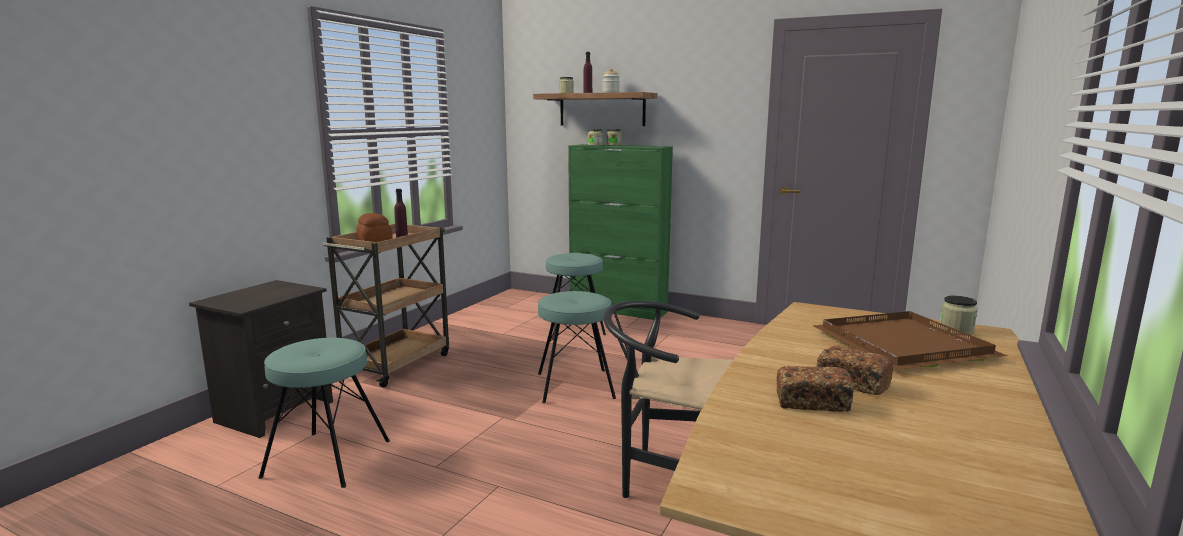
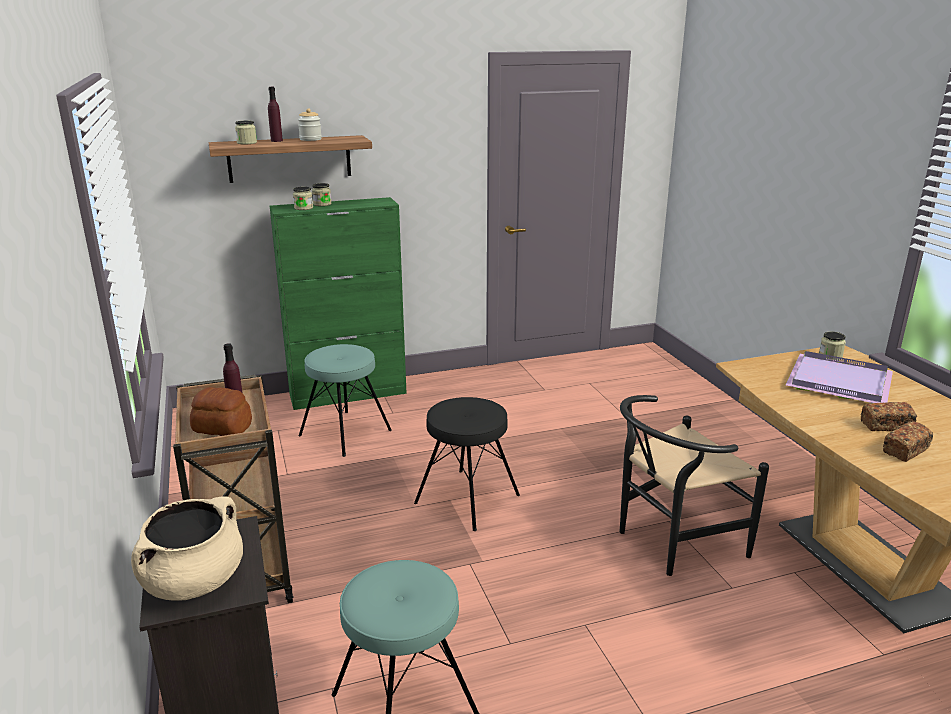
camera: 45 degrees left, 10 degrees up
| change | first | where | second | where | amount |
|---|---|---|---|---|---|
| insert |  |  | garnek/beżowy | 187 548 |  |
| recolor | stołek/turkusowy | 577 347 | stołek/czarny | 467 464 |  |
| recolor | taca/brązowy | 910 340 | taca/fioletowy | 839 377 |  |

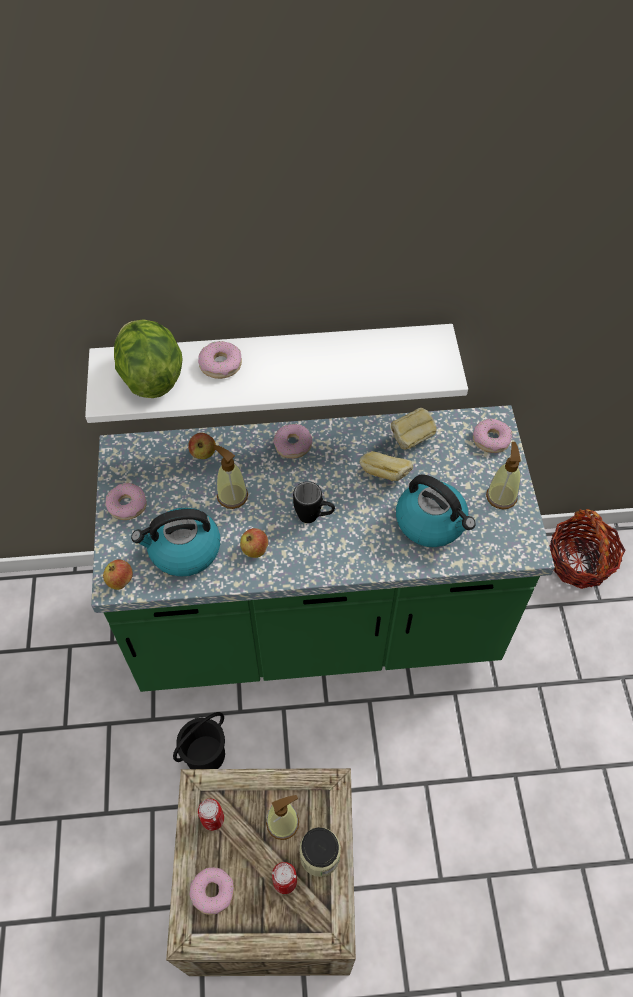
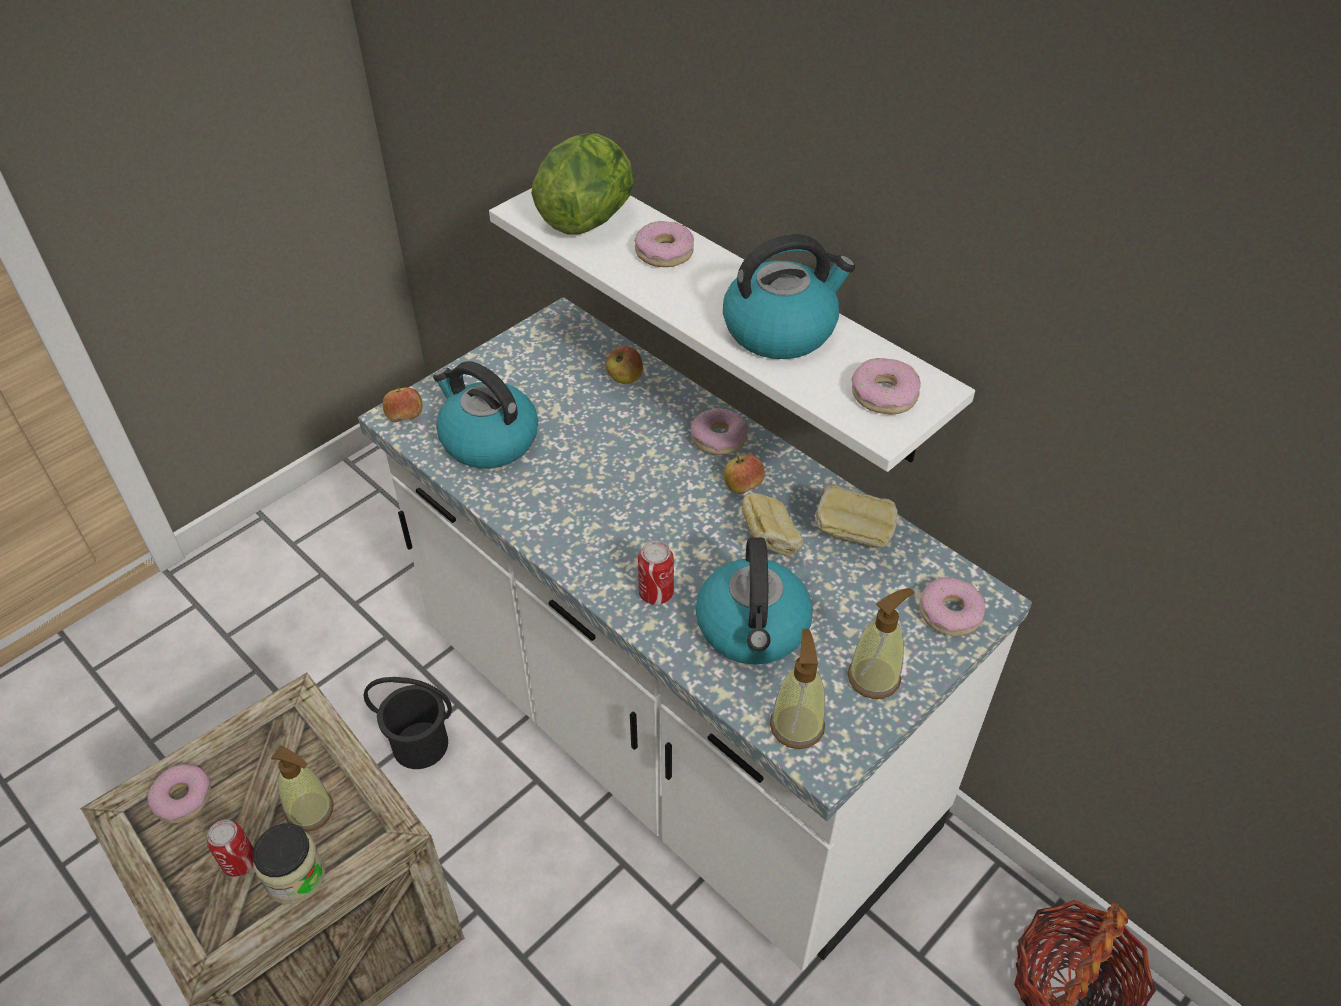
camera: 50 degrees right, 10 degrees down
| change | first | where | second | where | amount |
|---|---|---|---|---|---|
| delete | kubek/czarny | 314 502 |  |  |  |
| insert |  |  | czajnik | 789 296 |  |
| move | donut | 126 501 |  | 886 386 |  |
| move | puszka | 211 815 |  | 656 573 |  |
| move | dozownik mydła | 230 477 |  | 797 689 |  |
| move | jabłko | 254 543 |  | 744 474 |  |
| recolor | zabudowa kuchenna/zielony | 323 548 | zabudowa kuchenna/biały | 695 634 |  |

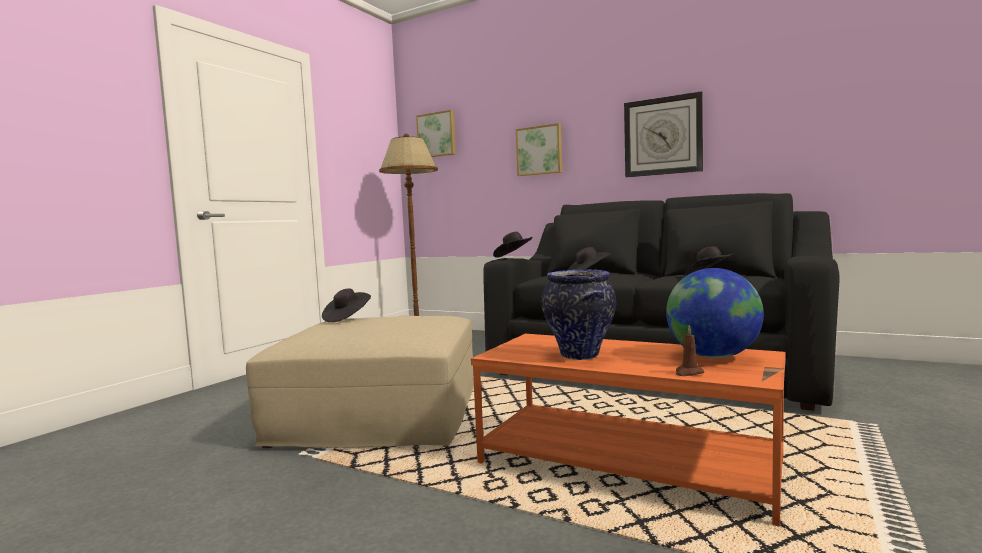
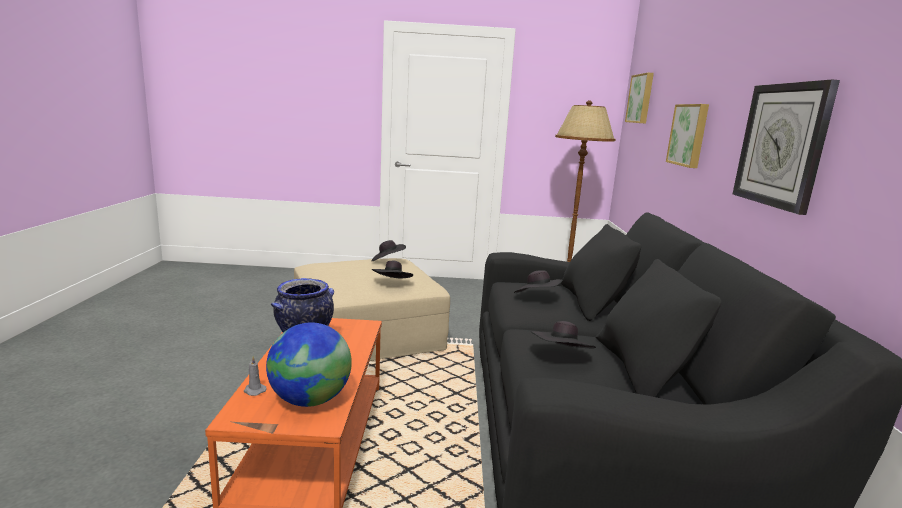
camera: 60 degrees right, 10 degrees up
| change | first | where | second | where | amount |
|---|---|---|---|---|---|
| move | kapelusz/czarny | 512 245 |  | 392 269 |  |
| recolor | świeca/brązowy | 690 350 | świeca/szary | 255 376 |  |

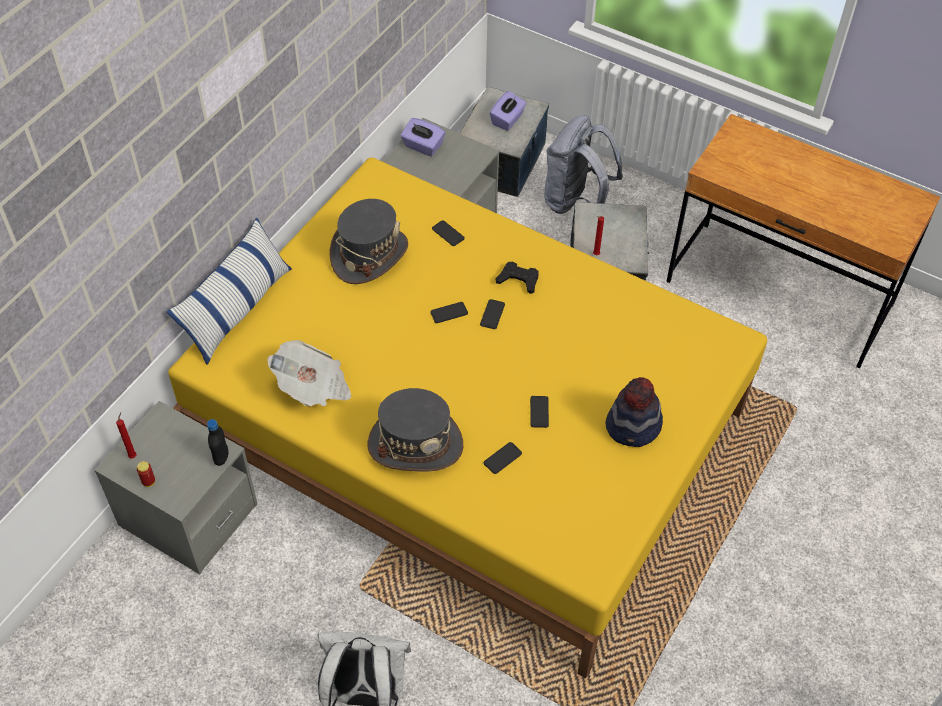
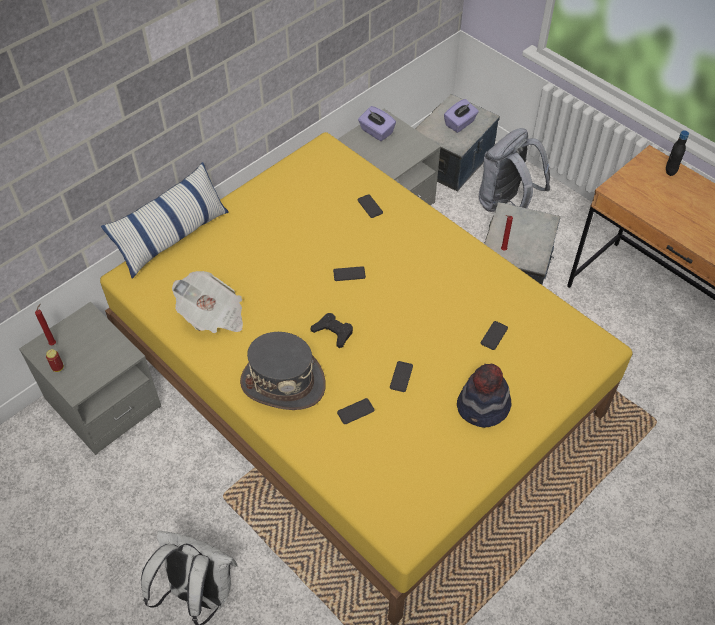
camera: 15 degrees right, 0 degrees up
| change | first | where | second | where | amount |
|---|---|---|---|---|---|
| delete | kapelusz/szary | 369 241 |  |  |  |
| move | butelka/czarny | 218 442 |  | 677 153 |  |
| move | telefon | 492 314 |  | 494 335 |  |
| move | pad do gier/czarny | 517 278 |  | 332 330 |  |

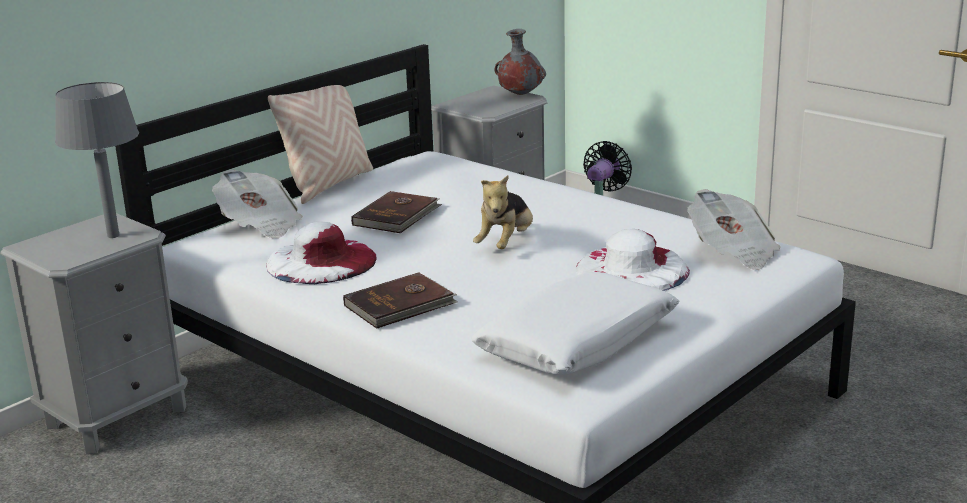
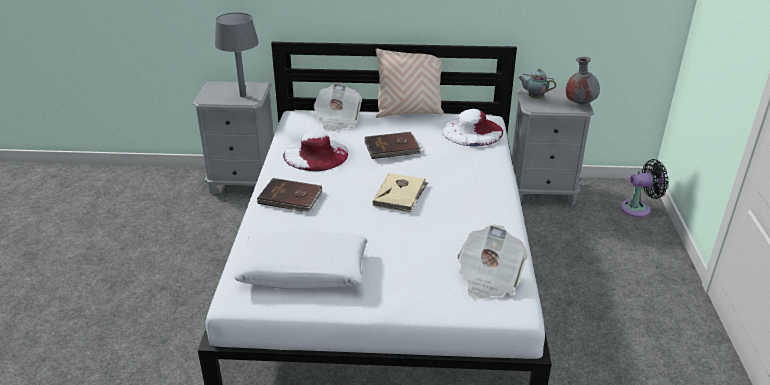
camera: 50 degrees right, 10 degrees up
| change | first | where | second | where | amount |
|---|---|---|---|---|---|
| insert |  |  | imbryk | 537 83 |  |
| move | kapelusz/biały | 633 260 |  | 472 128 |  |
| replace | pluszak | 503 212 | książka/beżowy | 400 193 |  |

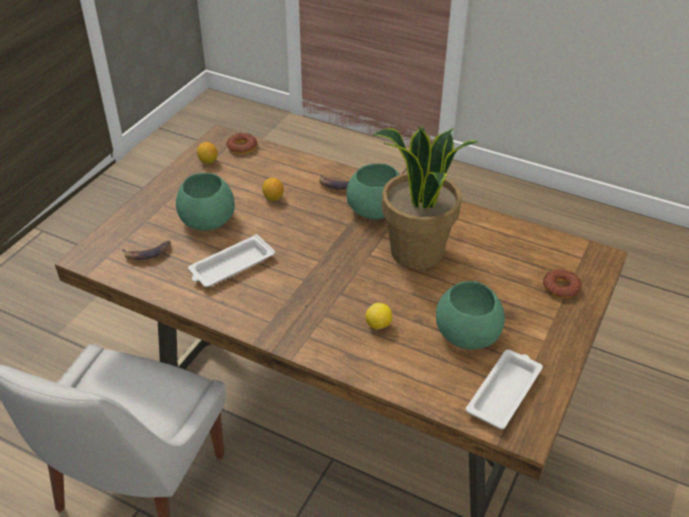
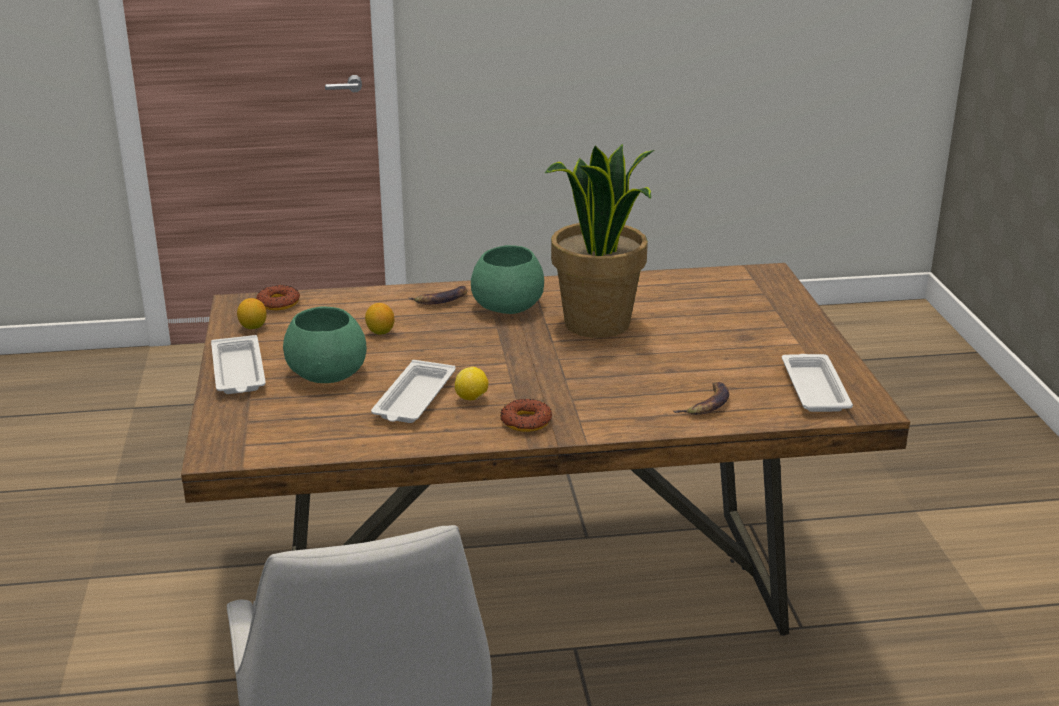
camera: 35 degrees left, 15 degrees down
| change | first | where | second | where | amount |
|---|---|---|---|---|---|
| delete | miska/zielony | 470 315 |  |  |  |
| insert |  |  | taca/biały | 238 364 |  |
| move | banan | 146 250 |  | 701 398 |  |
| move | cytryna | 378 316 |  | 471 384 |  |
| move | donut | 562 283 |  | 526 415 |  |

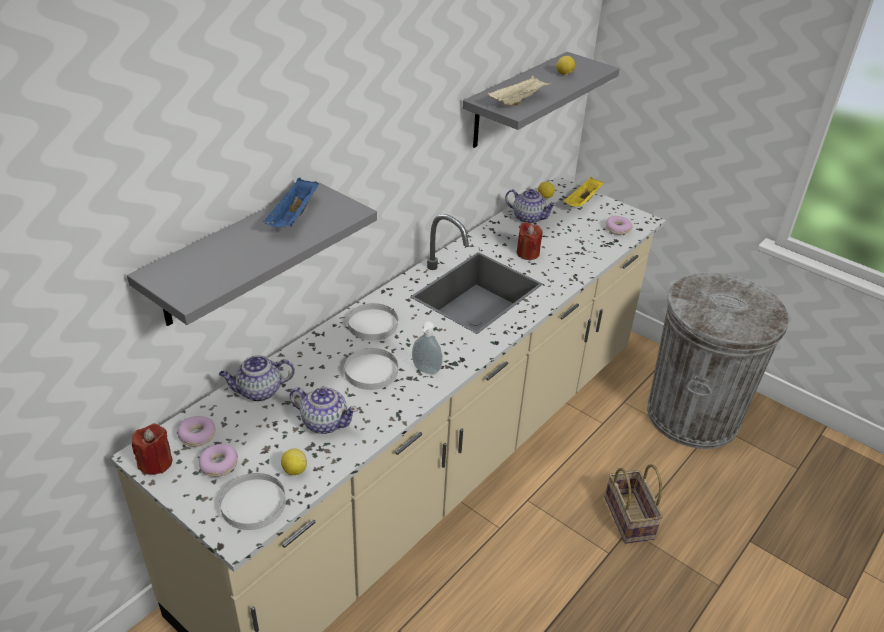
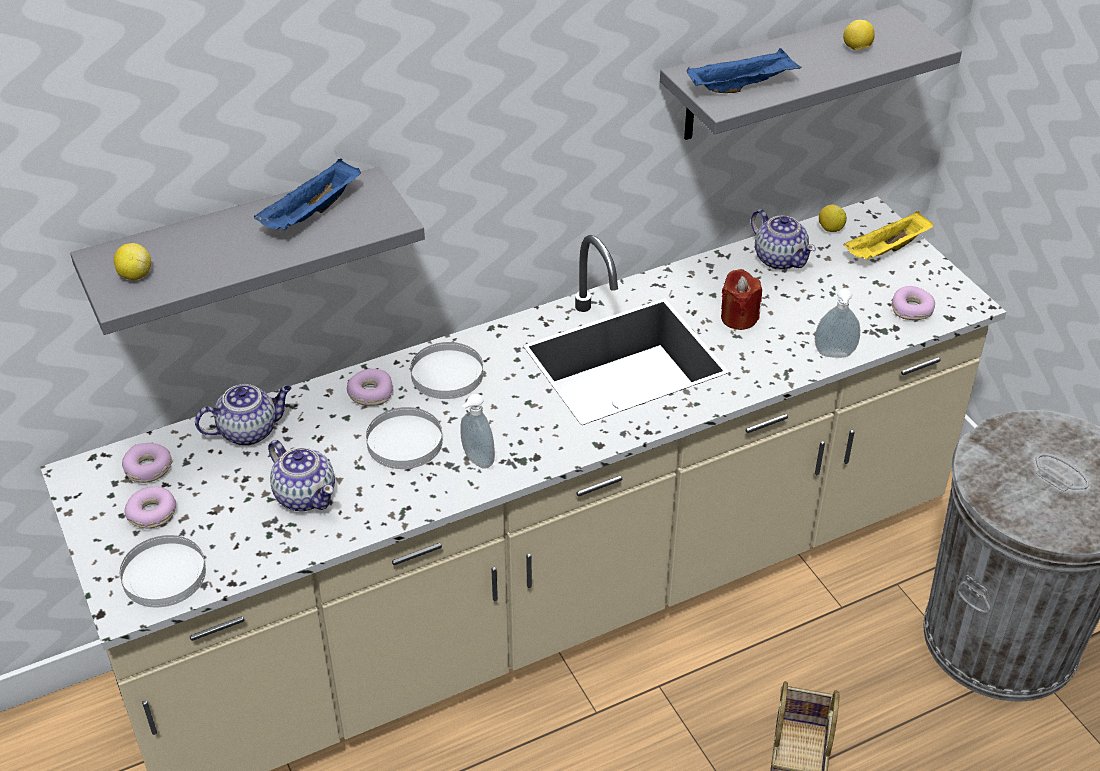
camera: 25 degrees right, 5 degrees up
| change | first | where | second | where | amount |
|---|---|---|---|---|---|
| delete | świeca/czerwony | 152 449 |  |  |  |
| insert |  |  | donut | 370 387 |  |
| insert |  |  | dozownik mydła | 837 323 |  |
| move | cytryna | 294 462 |  | 132 261 |  |
| recolor | taca/beżowy | 520 91 | taca/niebieski | 744 70 |  |
| rotate | imbryk | 257 378 |  | 243 415 | 150 degrees clockwise |

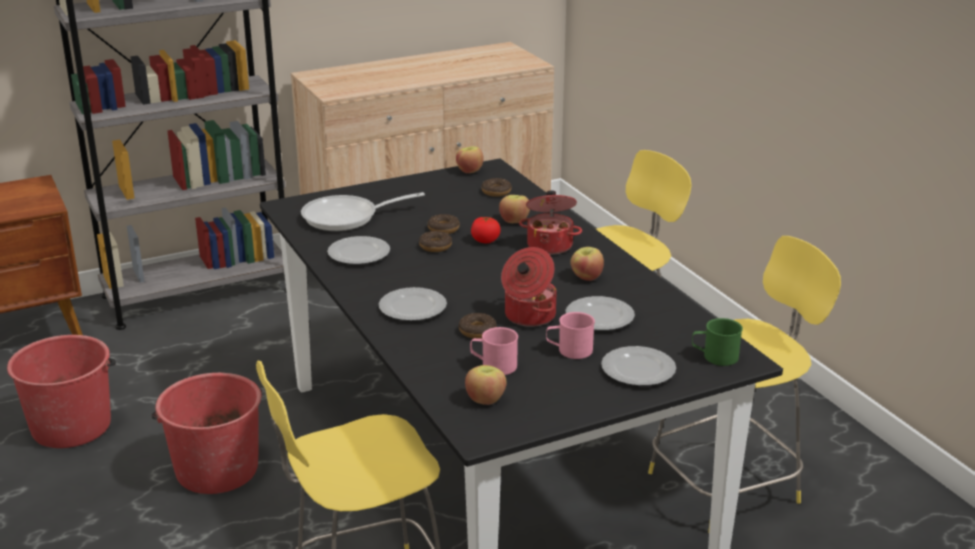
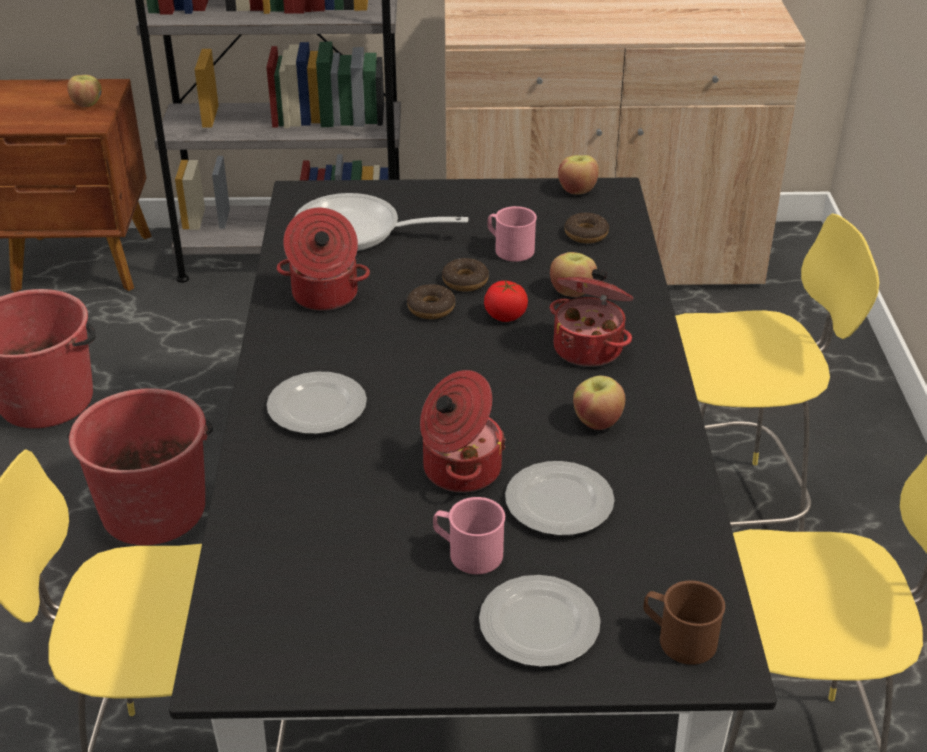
camera: 25 degrees right, 10 degrees up
| change | first | where | second | where | amount |
|---|---|---|---|---|---|
| delete | donut | 478 326 |  |  |  |
| move | jabłko | 486 385 |  | 84 91 |  |
| move | kubek/różowy | 494 351 |  | 512 234 |  |
| replace | talerz | 358 250 | garnek | 323 259 |  |
| recolor | kubek/zielony | 717 342 | kubek/brązowy | 684 622 |  |

